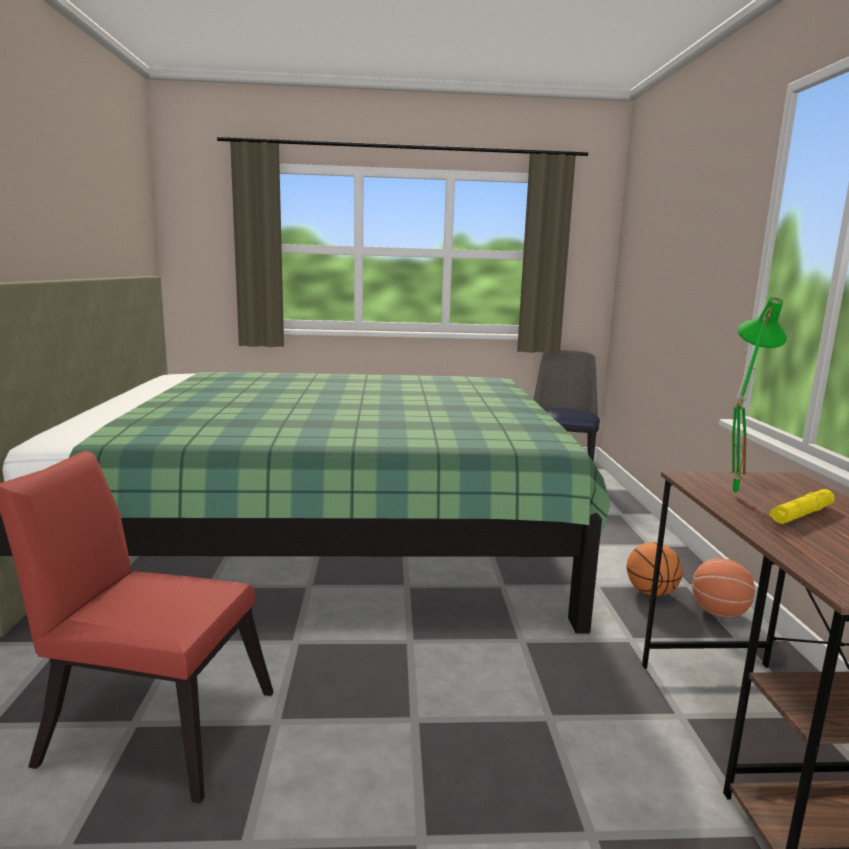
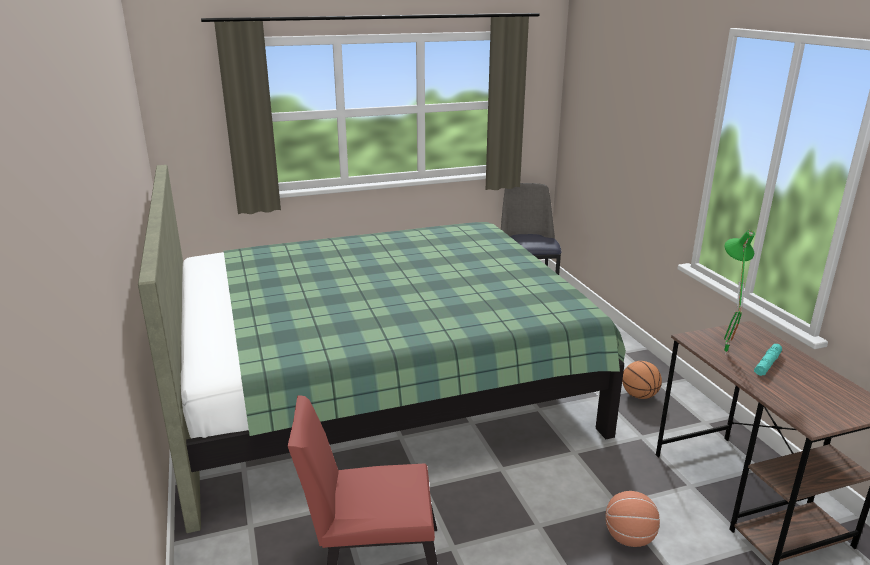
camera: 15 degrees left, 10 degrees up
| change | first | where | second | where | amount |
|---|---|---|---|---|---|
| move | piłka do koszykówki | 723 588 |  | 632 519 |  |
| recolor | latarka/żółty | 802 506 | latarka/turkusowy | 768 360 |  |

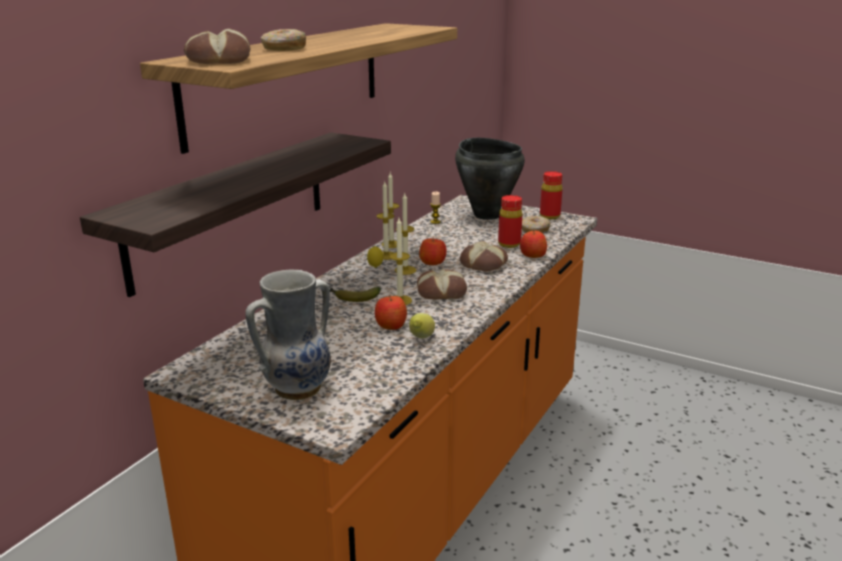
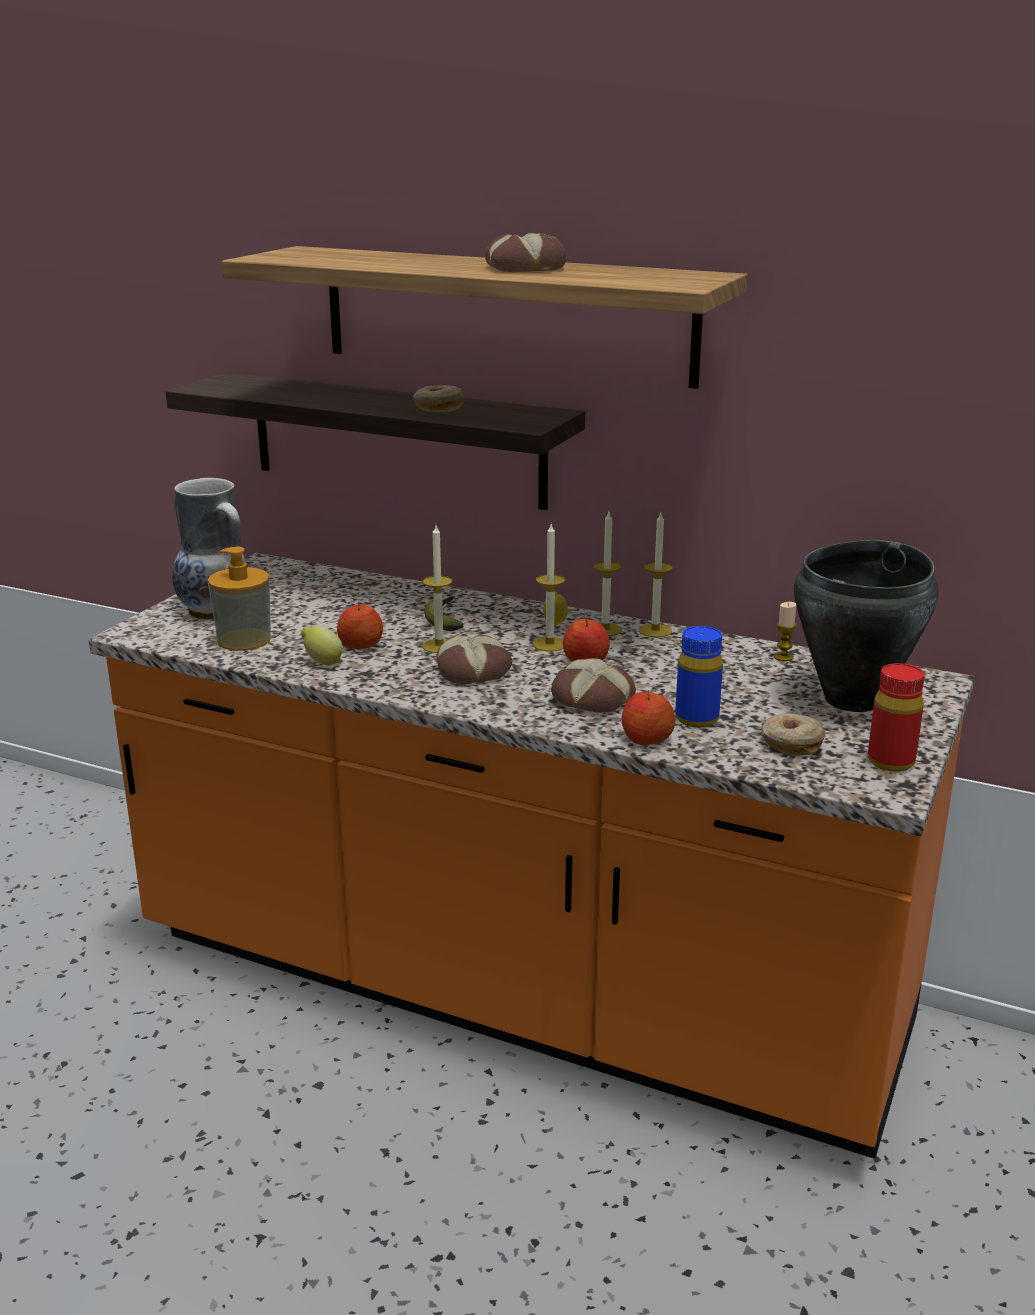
camera: 85 degrees right, 0 degrees up
| change | first | where | second | where | amount |
|---|---|---|---|---|---|
| insert |  |  | dozownik mydła | 239 598 |  |
| move | chleb | 217 46 |  | 525 252 |  |
| move | donut | 283 40 |  | 438 398 |  |
| recolor | butelka/czerwony | 510 221 | butelka/niebieski | 699 677 |  |

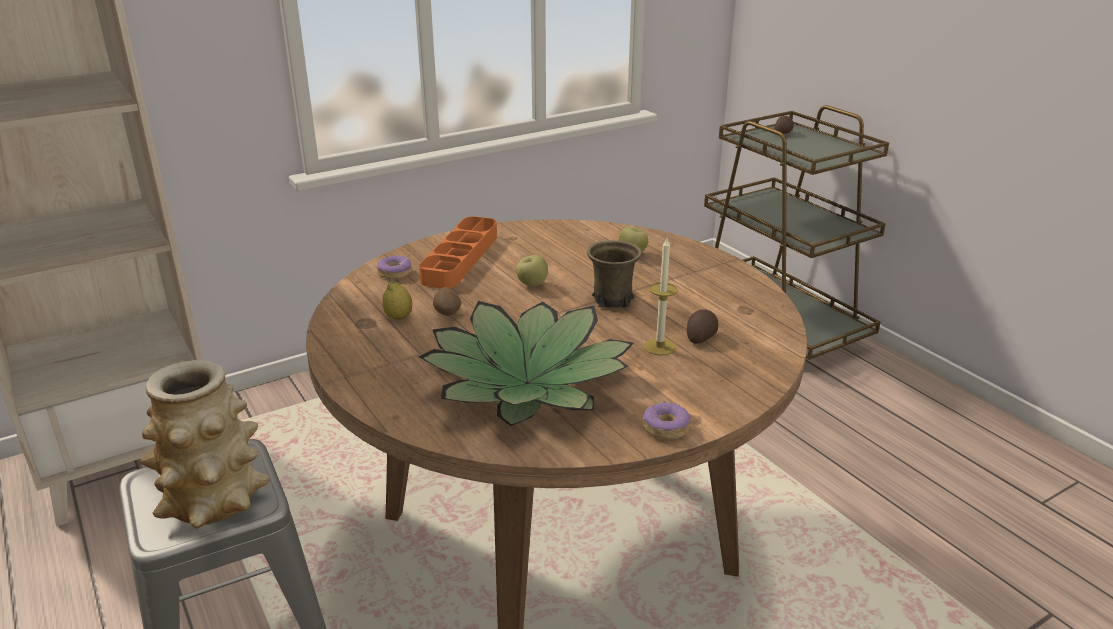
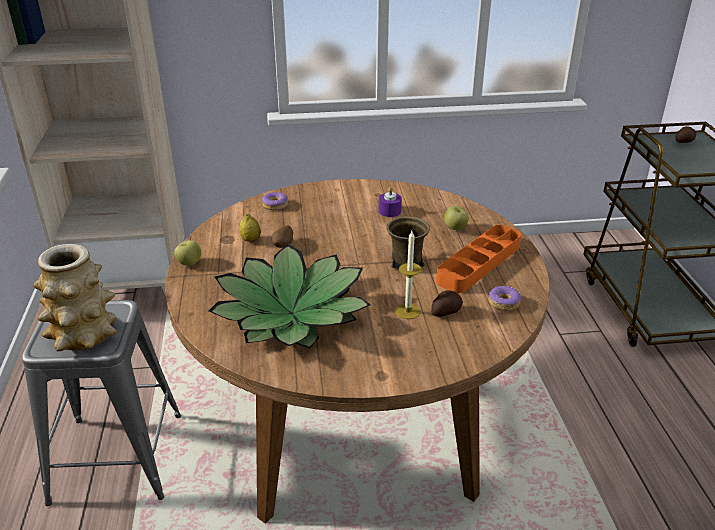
camera: 25 degrees right, 5 degrees up
| change | first | where | second | where | amount |
|---|---|---|---|---|---|
| insert |  |  | świeca/fioletowy | 390 202 |  |
| move | taca/pomarańczowy | 458 252 |  | 478 259 |  |
| move | jabłko | 532 270 |  | 187 253 |  |
| move | donut | 666 420 |  | 505 298 |  |

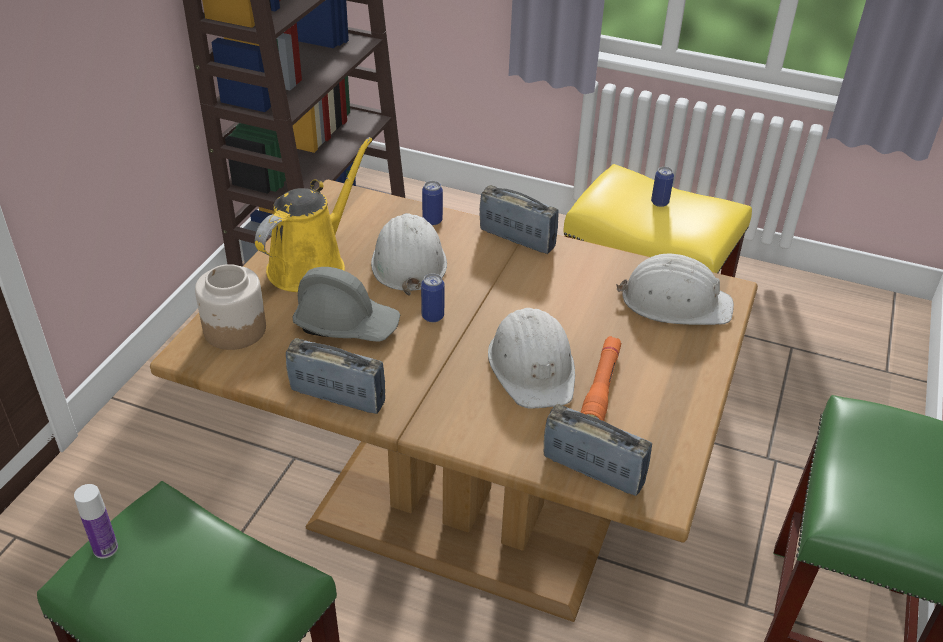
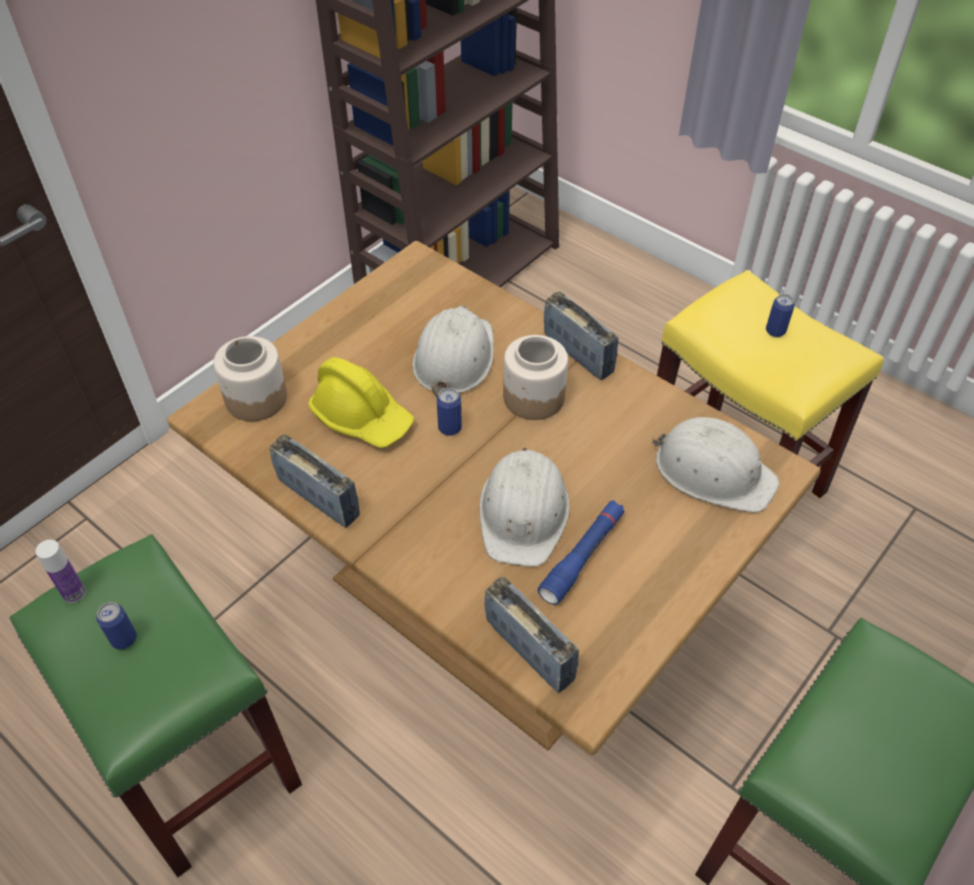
camera: 20 degrees right, 10 degrees up
| change | first | where | second | where | amount |
|---|---|---|---|---|---|
| delete | konewka/żółty | 313 214 |  |  |  |
| insert |  |  | słoik | 535 377 |  |
| move | puszka | 432 203 |  | 116 625 |  |
| recolor | kask/szary | 346 304 | kask/żółty | 361 402 |  |
| recolor | latarka/pomarańczowy | 601 378 | latarka/niebieski | 581 552 |  |

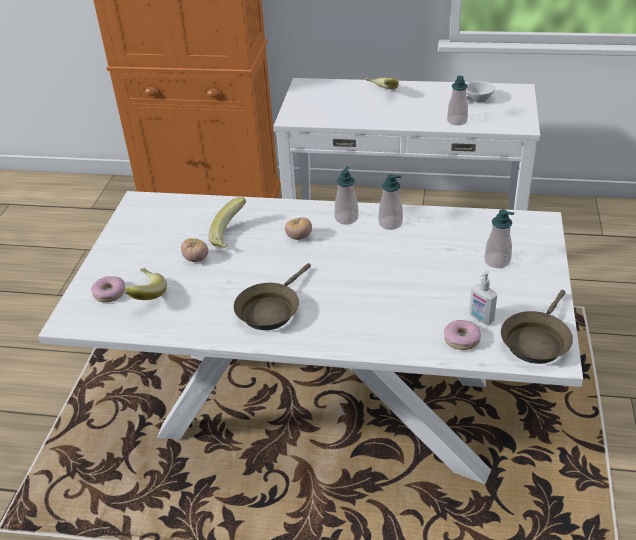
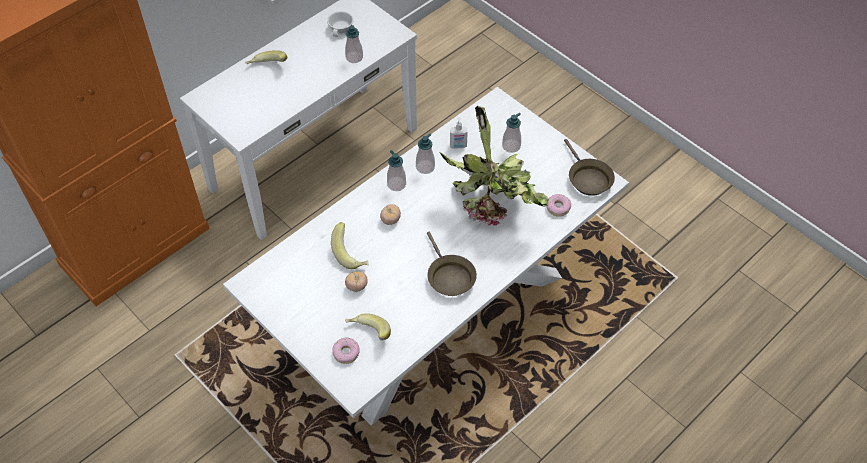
camera: 55 degrees left, 15 degrees up
| change | first | where | second | where | amount |
|---|---|---|---|---|---|
| insert |  |  | roślina doniczkowa | 494 166 |  |
| move | dozownik mydła | 483 297 |  | 459 133 |  |

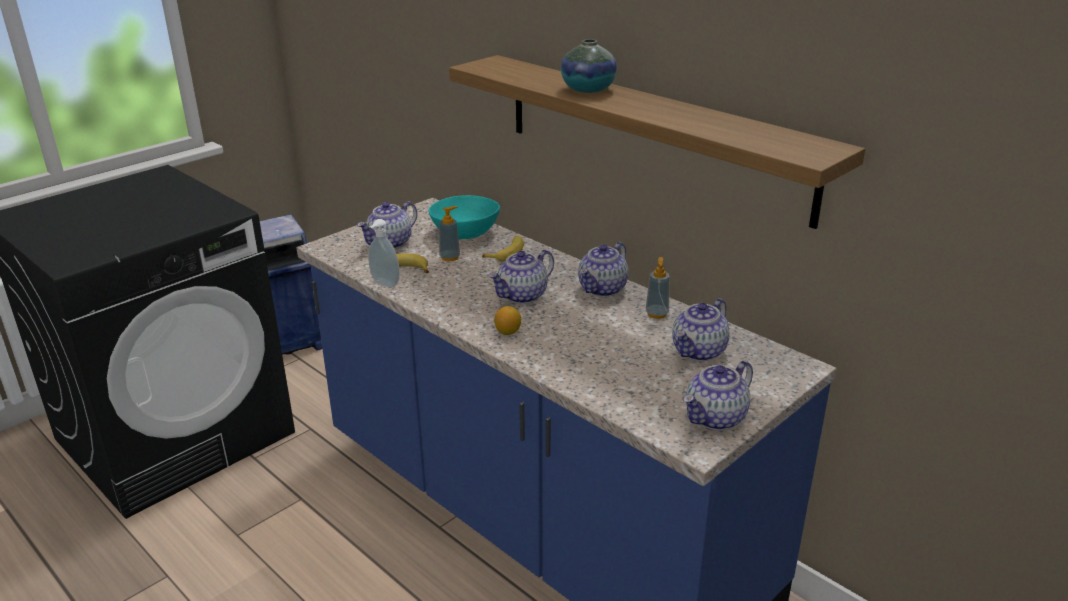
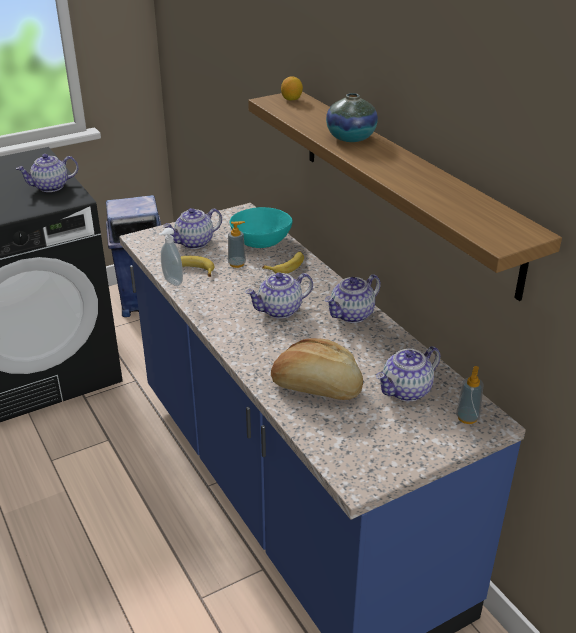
camera: 15 degrees right, 5 degrees up
| change | first | where | second | where | amount |
|---|---|---|---|---|---|
| insert |  |  | chleb | 317 369 |  |
| move | cytryna | 507 320 |  | 292 88 |  |
| move | dozownik mydła | 658 288 |  | 469 395 |  |
| move | imbryk | 718 395 |  | 47 173 |  |

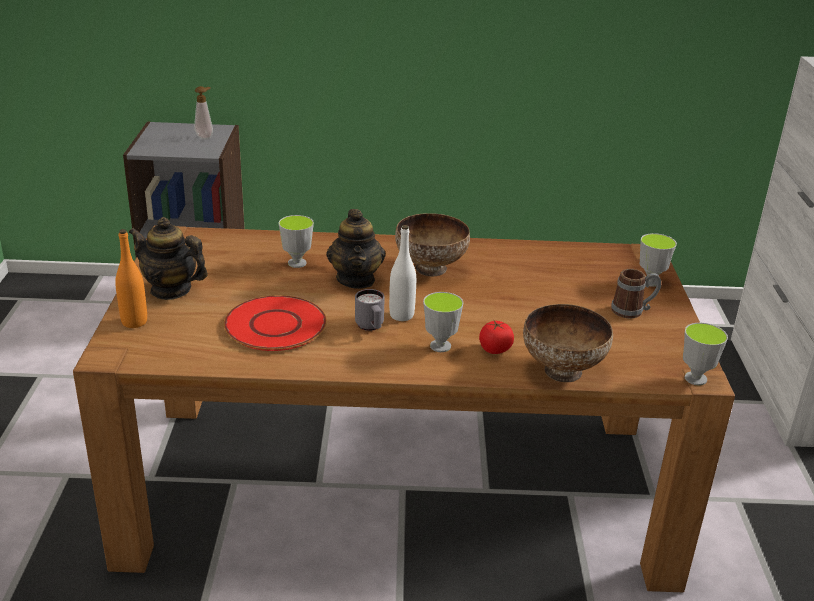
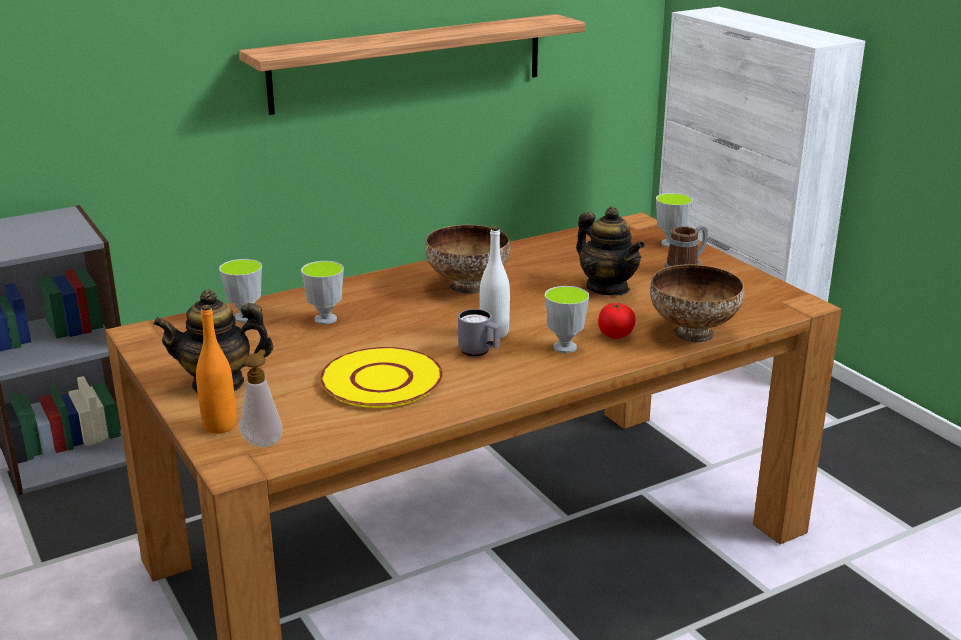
camera: 30 degrees left, 5 degrees down
| change | first | where | second | where | amount |
|---|---|---|---|---|---|
| insert |  |  | półka | 412 64 |  |
| move | dozownik mydła | 203 113 |  | 261 398 |  |
| move | imbryk | 355 249 |  | 610 251 |  |
| move | filiżanka | 705 354 |  | 240 290 |  |
| recolor | talerz/czerwony | 275 323 | talerz/żółty | 381 377 |  |

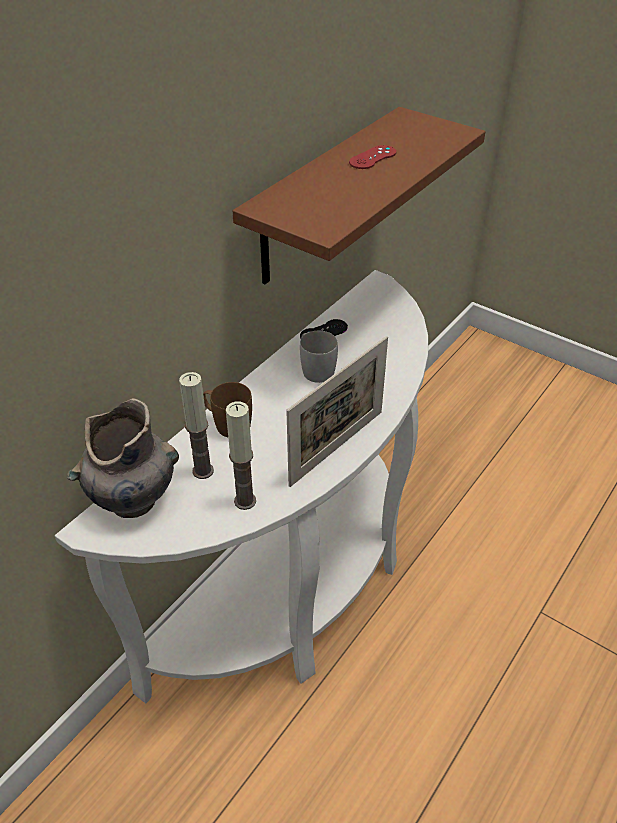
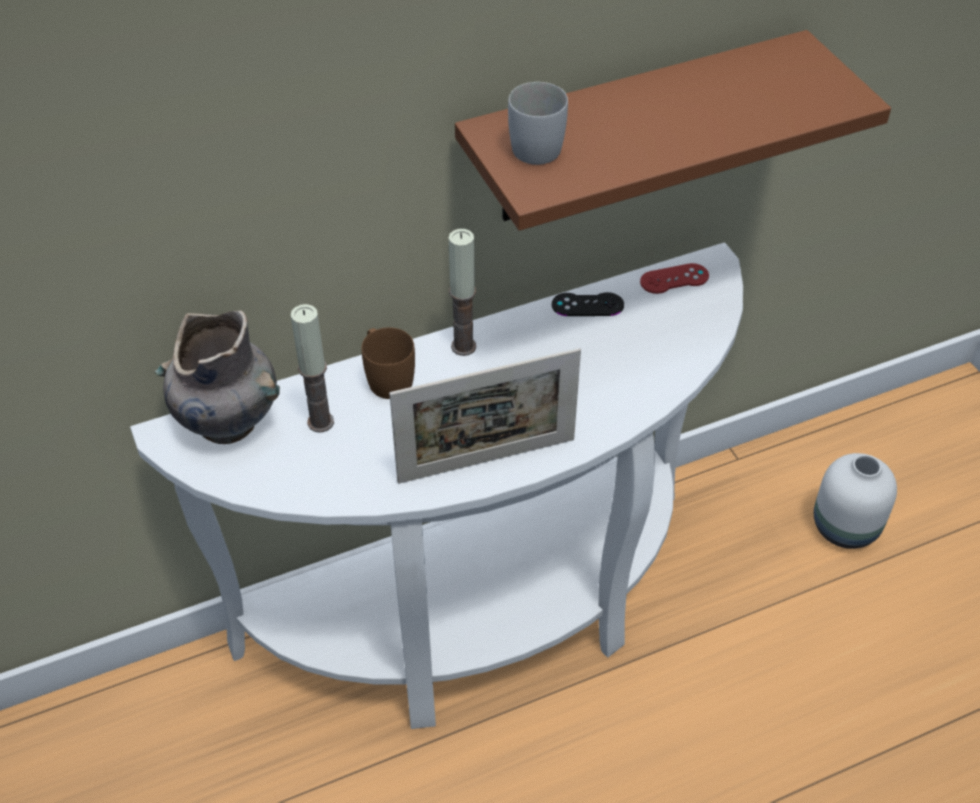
camera: 30 degrees right, 5 degrees up
| change | first | where | second | where | amount |
|---|---|---|---|---|---|
| insert |  |  | wazon/biały | 855 501 |  |
| move | świeca | 241 456 |  | 462 292 |  |
| move | kubek/biały | 319 357 |  | 538 123 |  |
| move | pad do gier/czerwony | 372 157 |  | 674 278 |  |

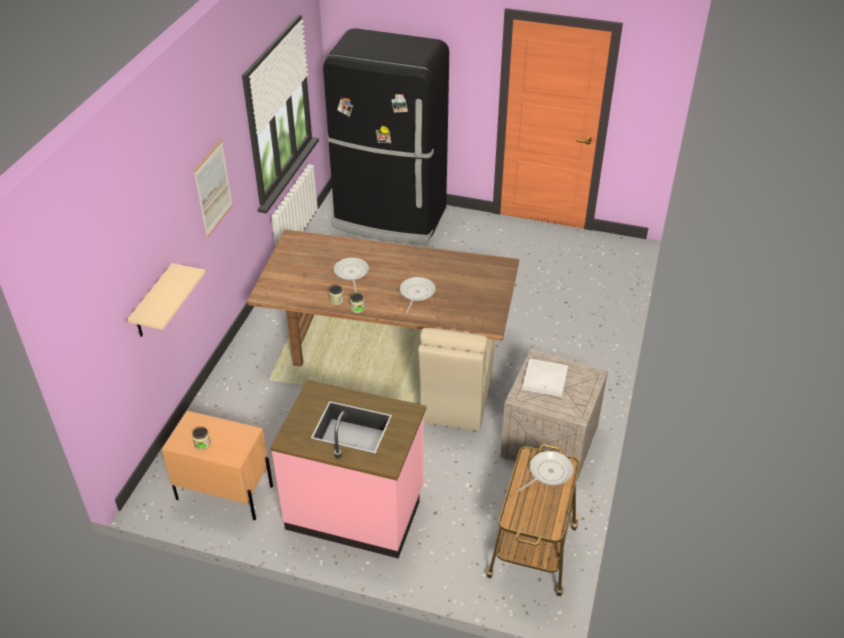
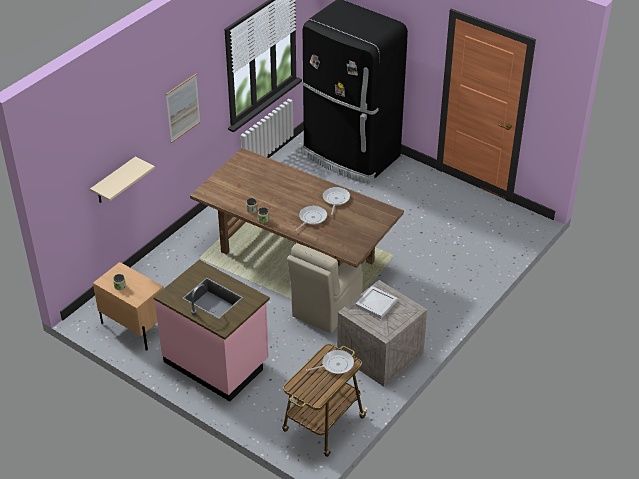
camera: 20 degrees right, 0 degrees up
| change | first | where | second | where | amount |
|---|---|---|---|---|---|
| move | patelnia | 351 275 |  | 336 201 |  |

